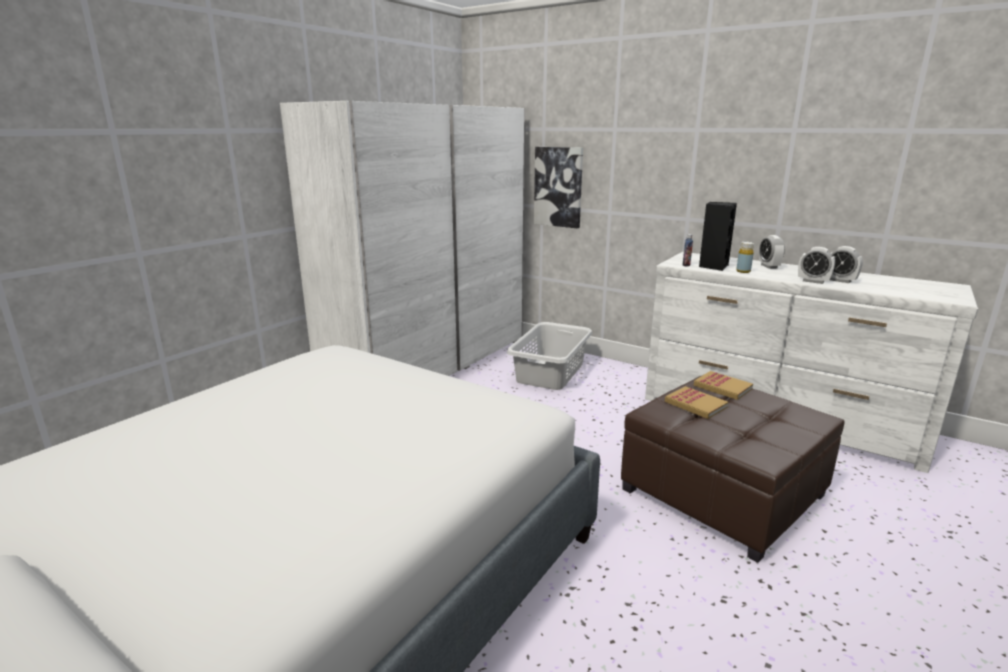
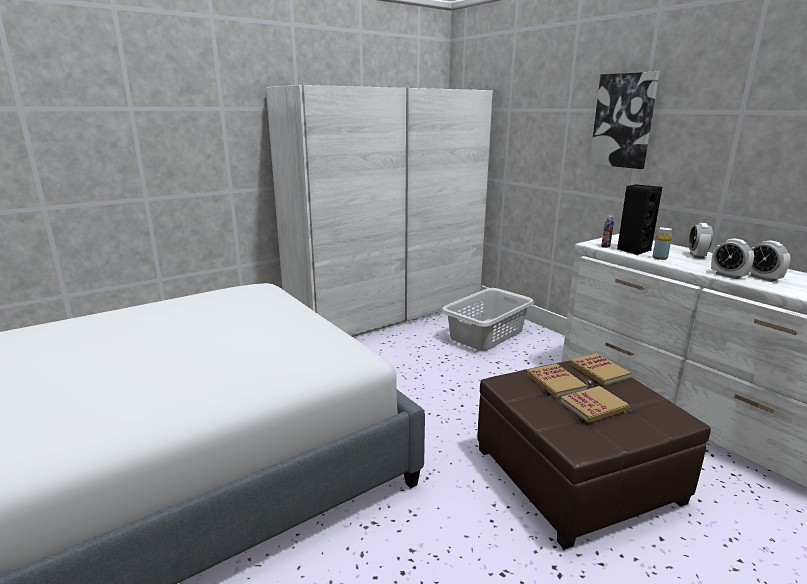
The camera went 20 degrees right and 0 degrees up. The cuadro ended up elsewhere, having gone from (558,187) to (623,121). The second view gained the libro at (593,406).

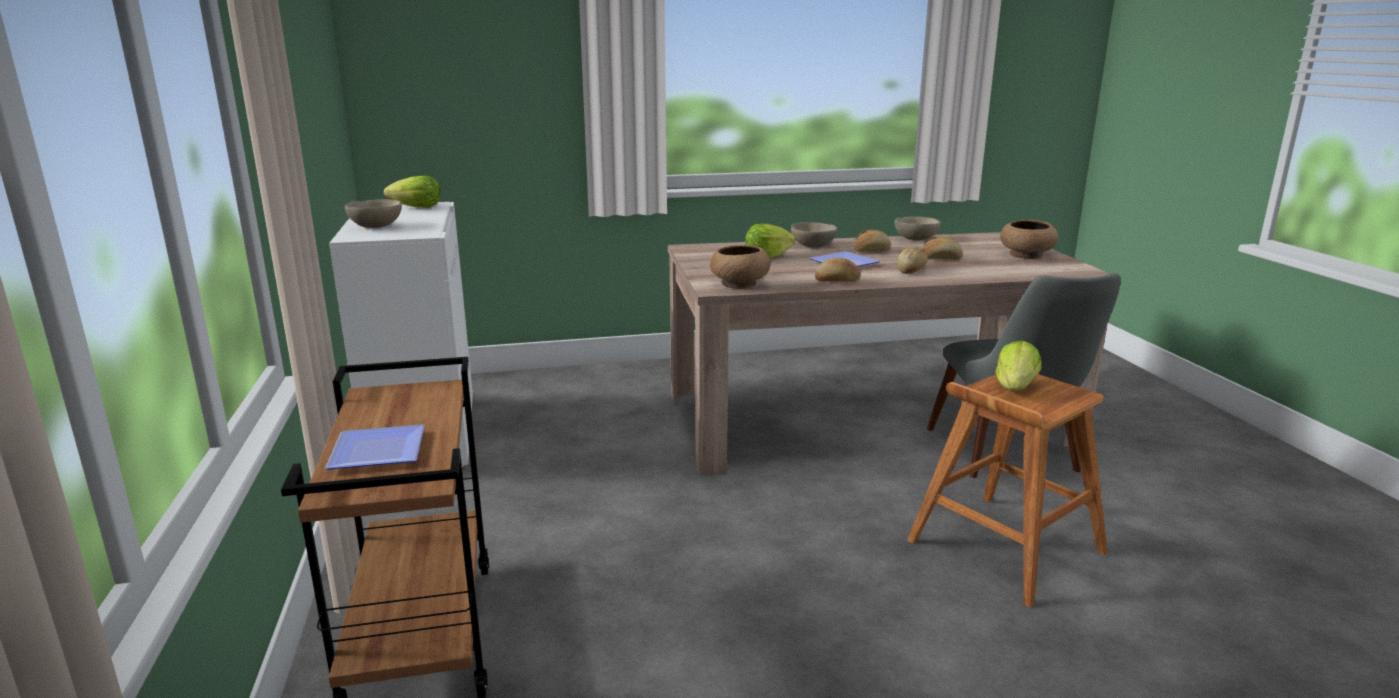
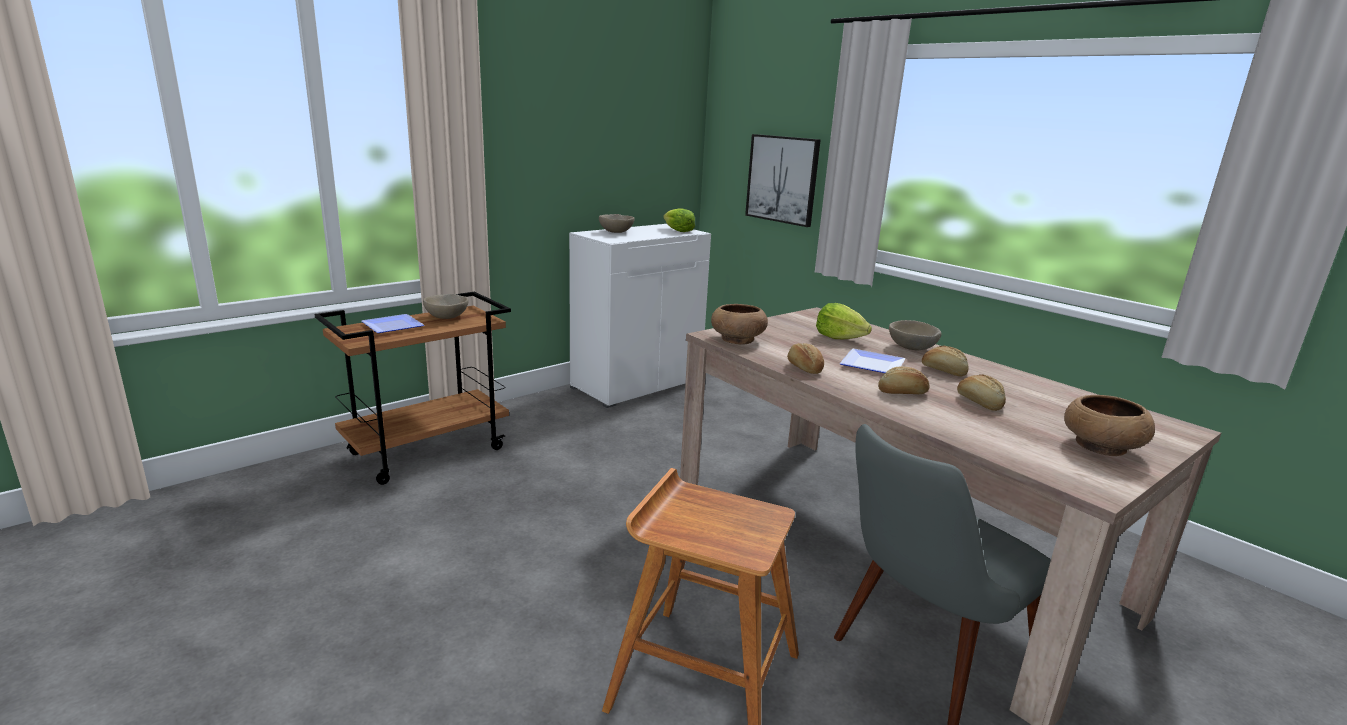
The camera went 60 degrees right and 0 degrees up. The cuenco/beis ended up elsewhere, having gone from (916,239) to (447,317). The second view lost the lechuga at (1015,388). The second view gained the cuadro at (782,179).

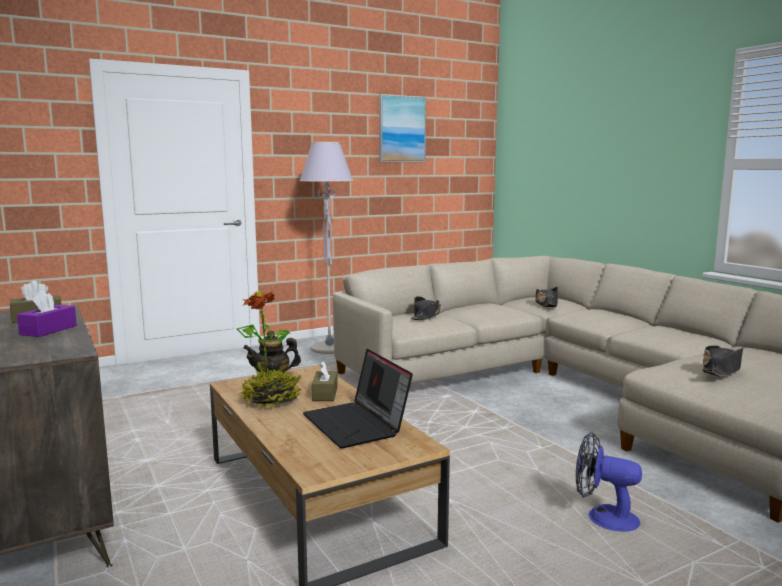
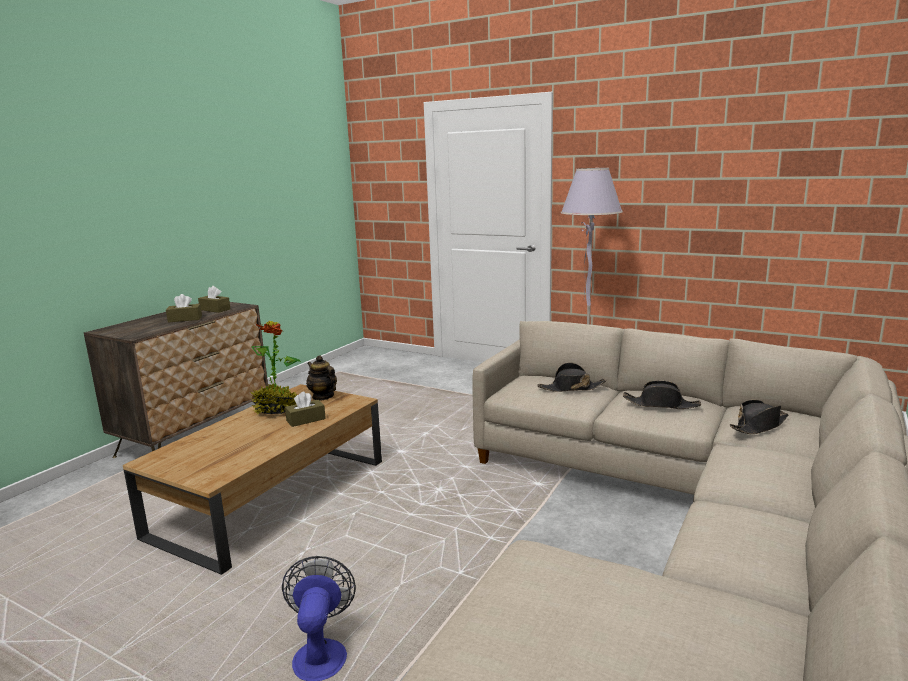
The camera went 60 degrees right and 5 degrees up. The second view lost the cuadro at (401,129). What was the caja de pañuelos/morado at (48,330) turned into the caja de pañuelos/marrón at (185,319). The sombrero/negro ended up elsewhere, having gone from (721,370) to (661,404). The second view lost the portátil at (357,425).

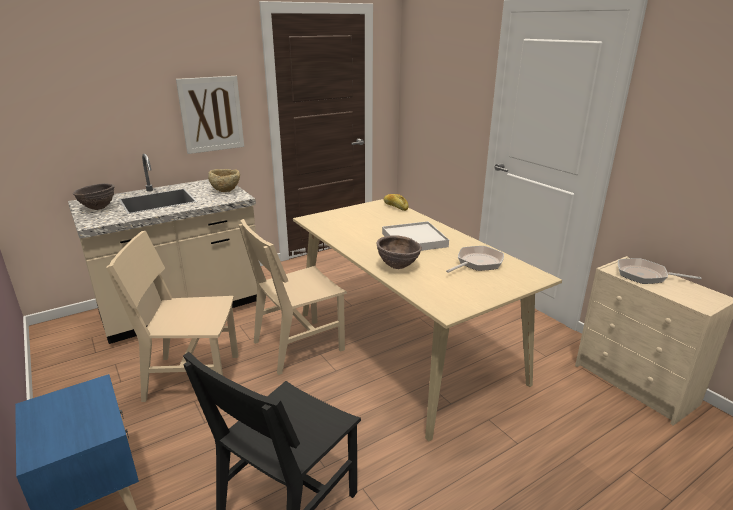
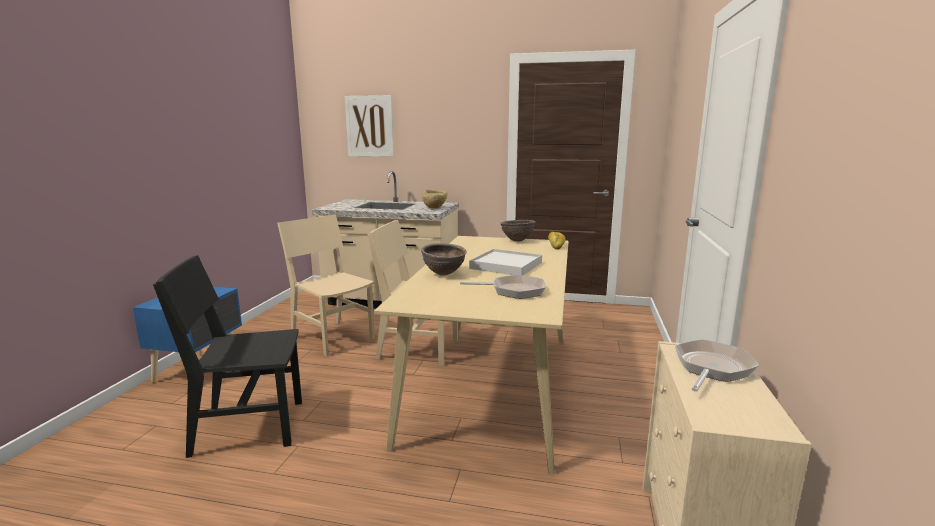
The camera went 45 degrees right and 10 degrees down. The cuadro ended up elsewhere, having gone from (211,114) to (369,126). The cuenco/marrón ended up elsewhere, having gone from (98,208) to (517,241). The sartén at (645,275) ended up facing another way, 60 degrees clockwise from before.

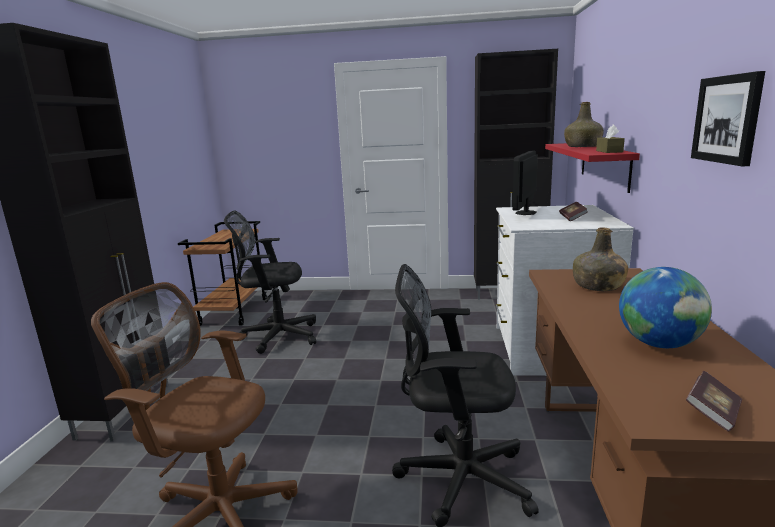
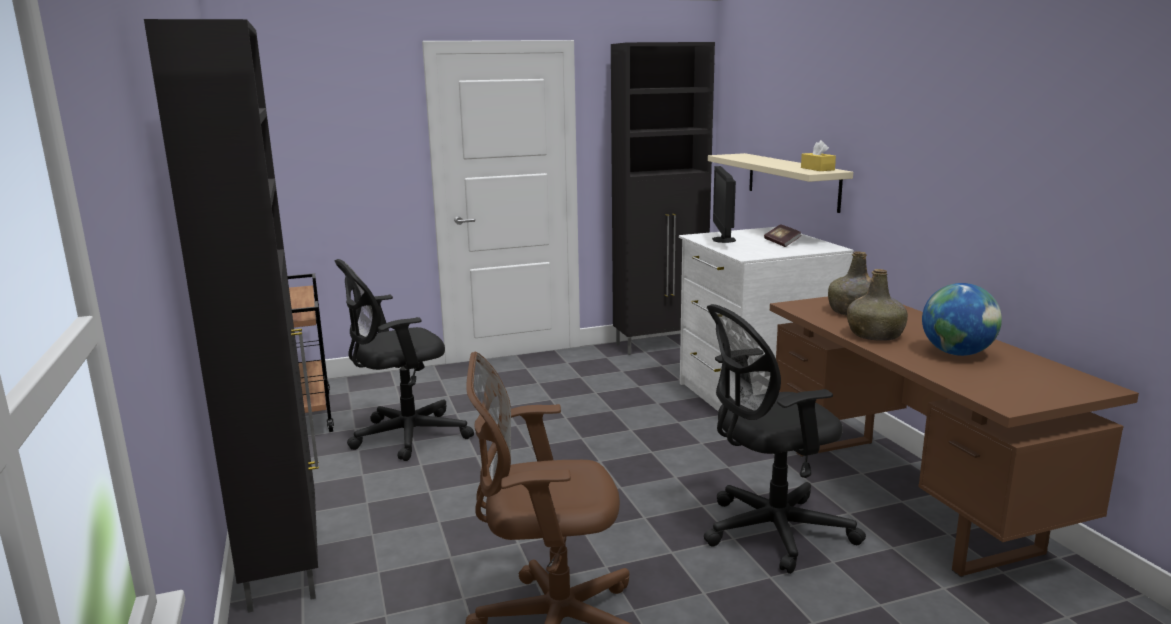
The camera went 25 degrees left and 0 degrees up. The second view lost the cuadro at (727,119). The botella/verde ended up elsewhere, having gone from (583,147) to (875,335). What was the caja de pañuelos/marrón at (609,151) turned into the caja de pañuelos/amarillo at (817,169). What was the estante/rojo at (604,164) turned into the estante/beis at (792,181). The second view lost the libro at (712,413).

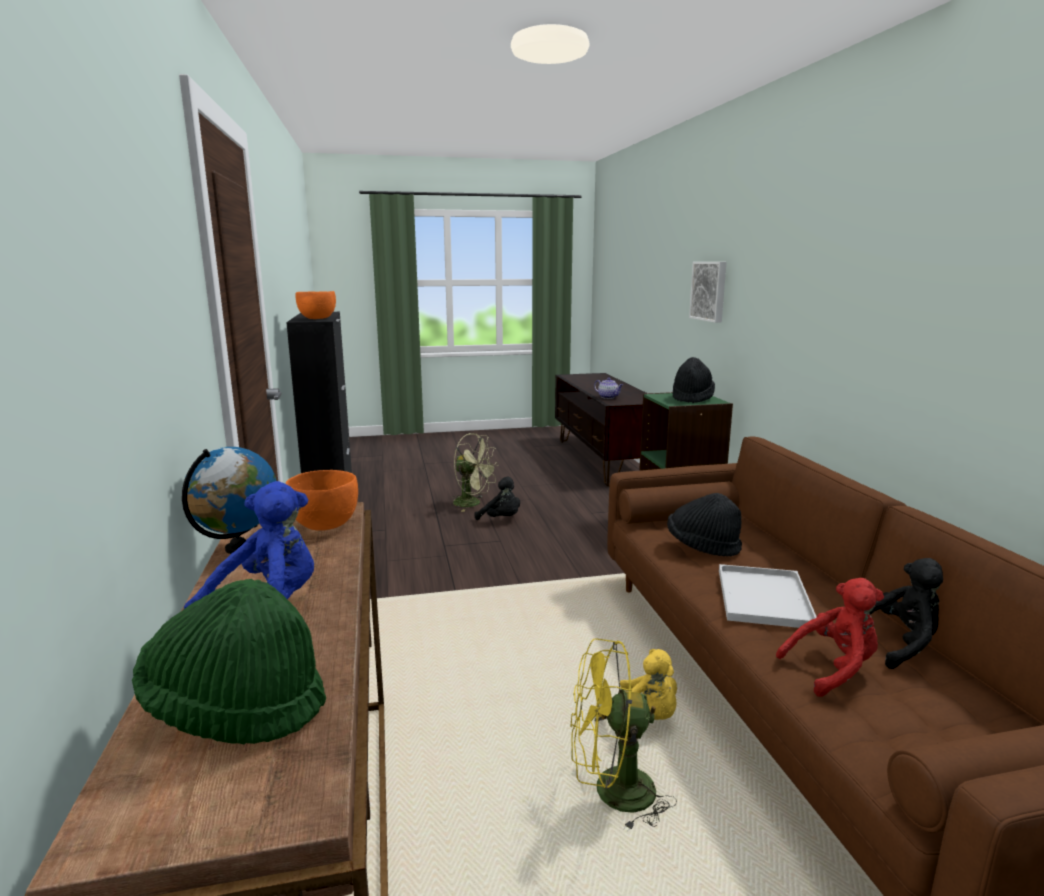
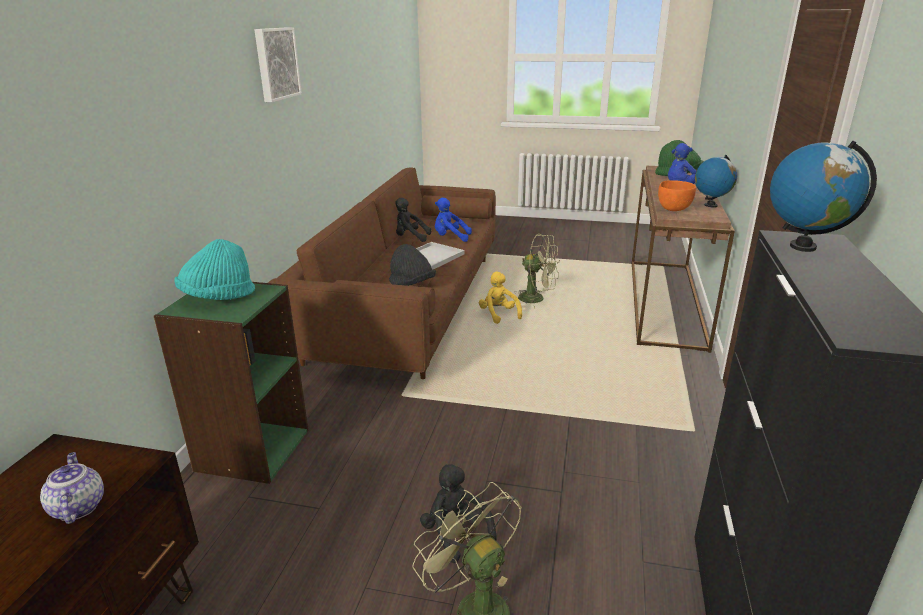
The camera went 155 degrees left and 10 degrees up. The cuadro ended up elsewhere, having gone from (710,291) to (276,63). Where the cuenco/naranja stood at (317,319), the globo terráqueo came to stand at (803,246). What was the sombrero/negro at (692,398) turned into the sombrero/turquesa at (218,297). What was the peluche/rojo at (833,670) turned into the peluche/azul at (450,238). What was the ventilador/amarillo at (611,792) turned into the ventilador/verde at (537,299).

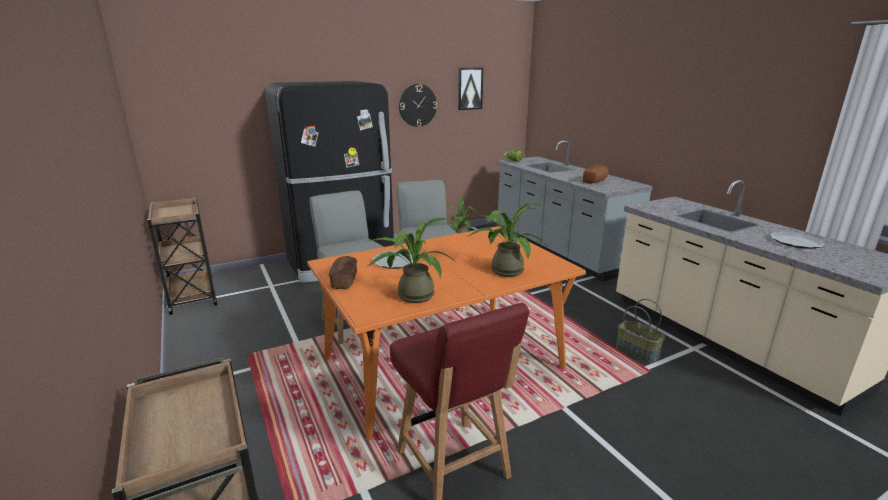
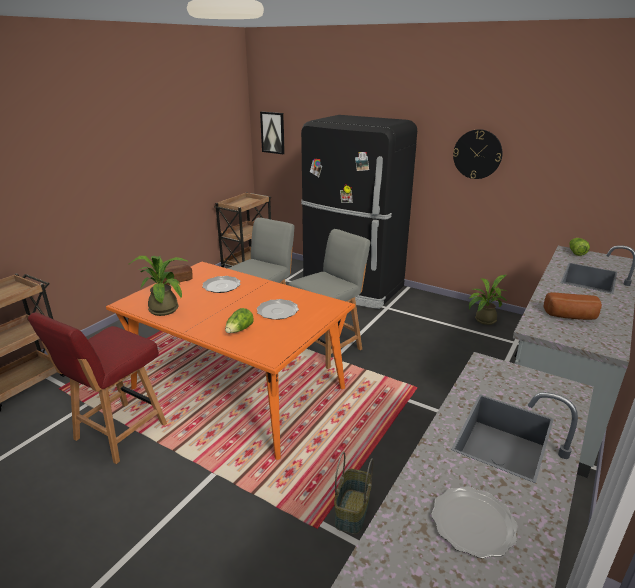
The camera went 60 degrees right and 5 degrees up. The cuadro ended up elsewhere, having gone from (470,88) to (273,132). Where the planta en maceta stood at (504,269), the lechuga came to stand at (239,330). The second view gained the plato at (277,311).

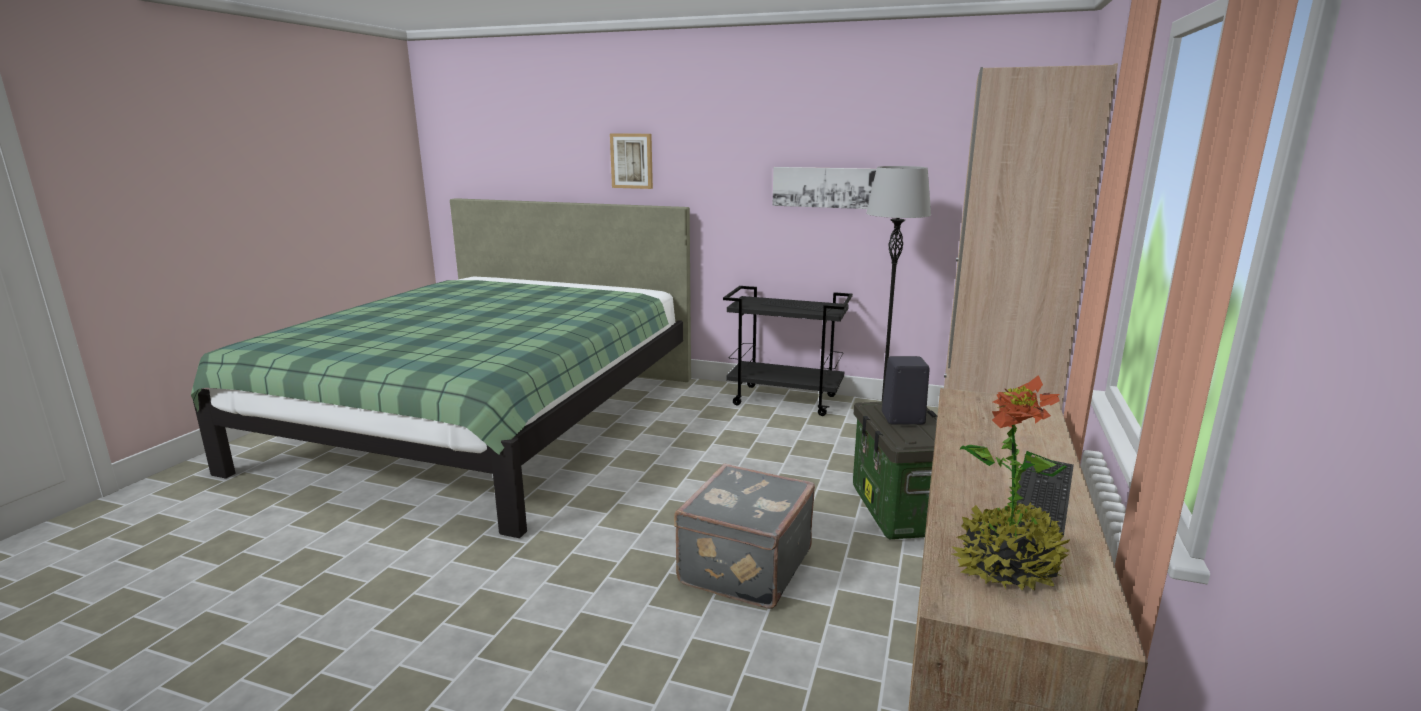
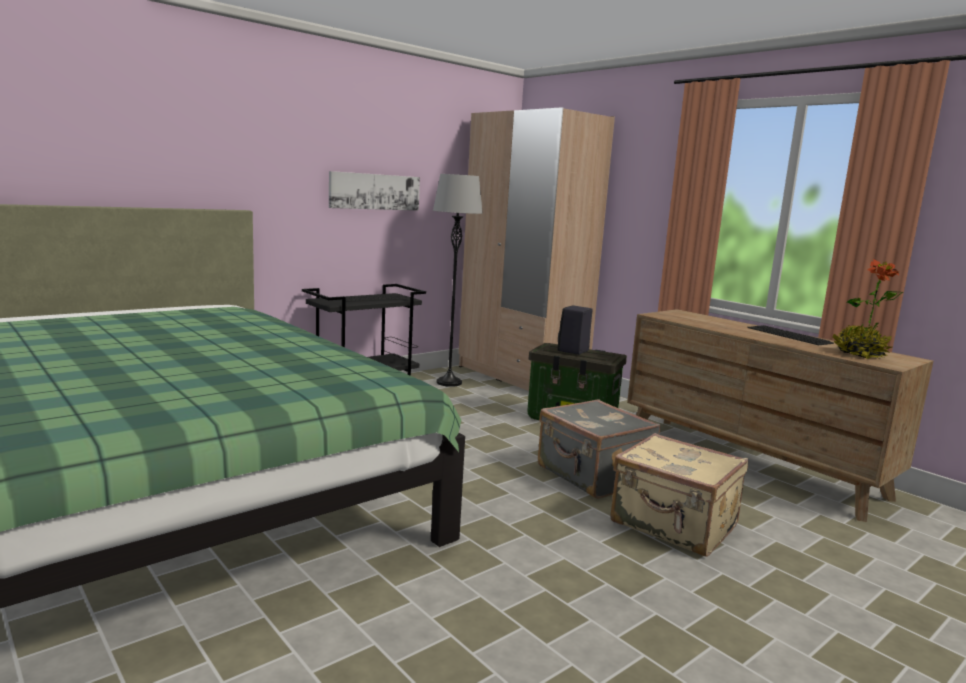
The camera went 60 degrees left and 5 degrees down. The second view lost the cuadro at (632,161). The second view gained the maleta/beis at (673,525).

